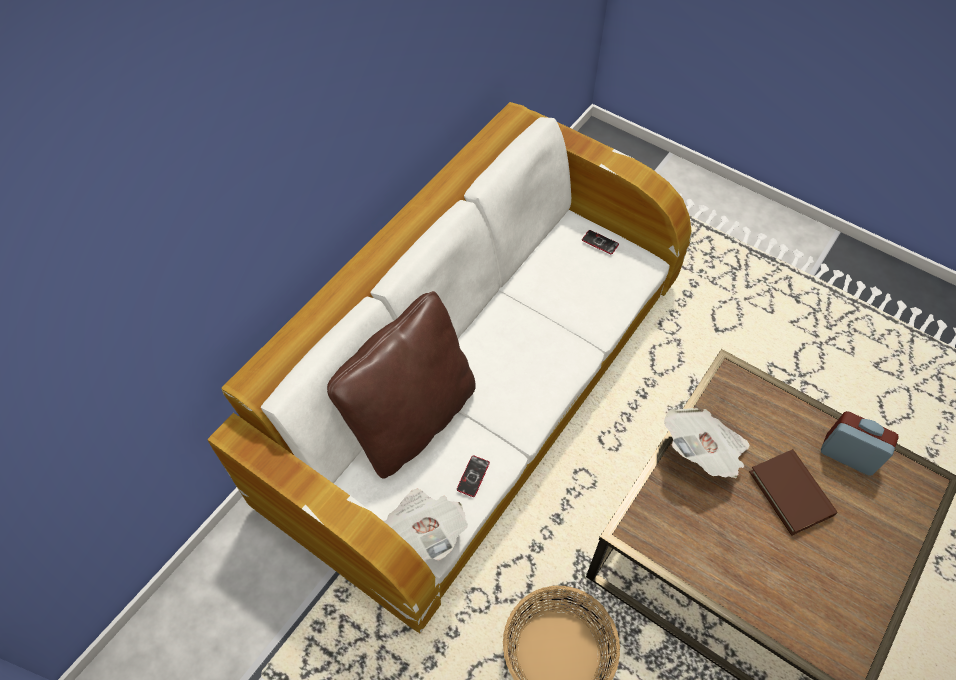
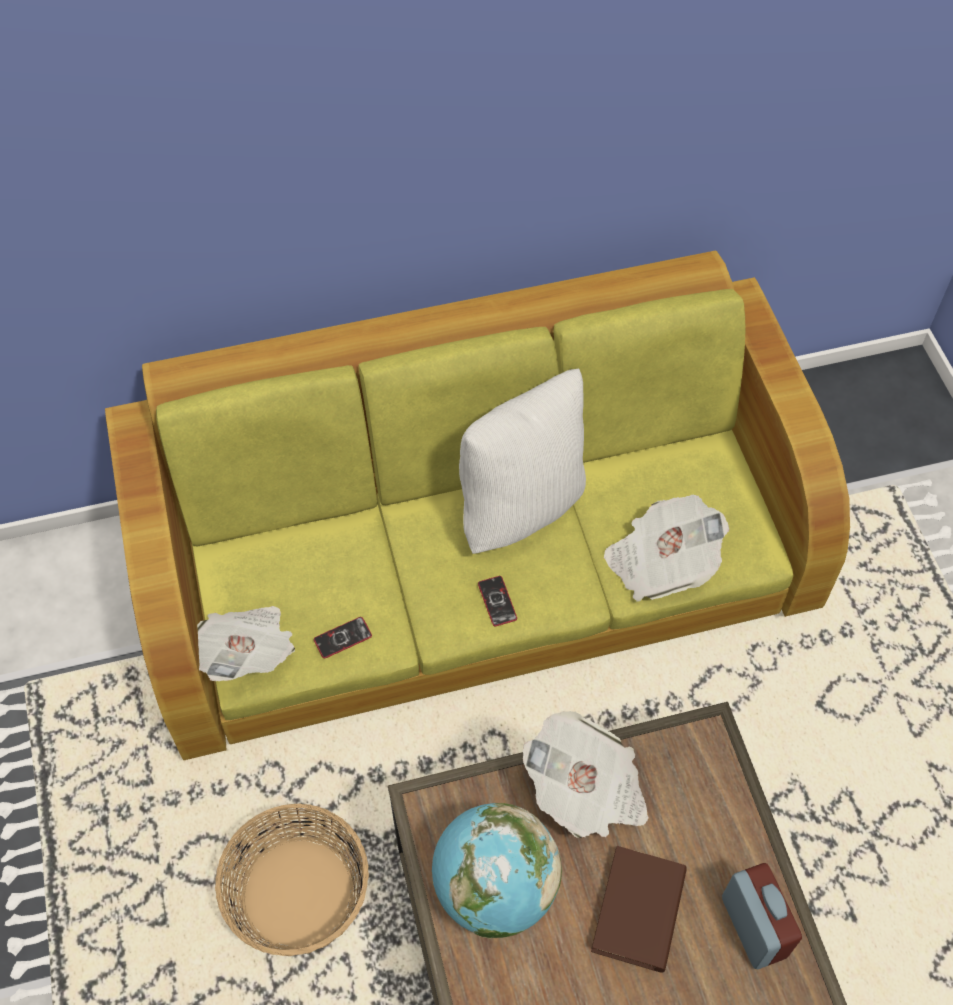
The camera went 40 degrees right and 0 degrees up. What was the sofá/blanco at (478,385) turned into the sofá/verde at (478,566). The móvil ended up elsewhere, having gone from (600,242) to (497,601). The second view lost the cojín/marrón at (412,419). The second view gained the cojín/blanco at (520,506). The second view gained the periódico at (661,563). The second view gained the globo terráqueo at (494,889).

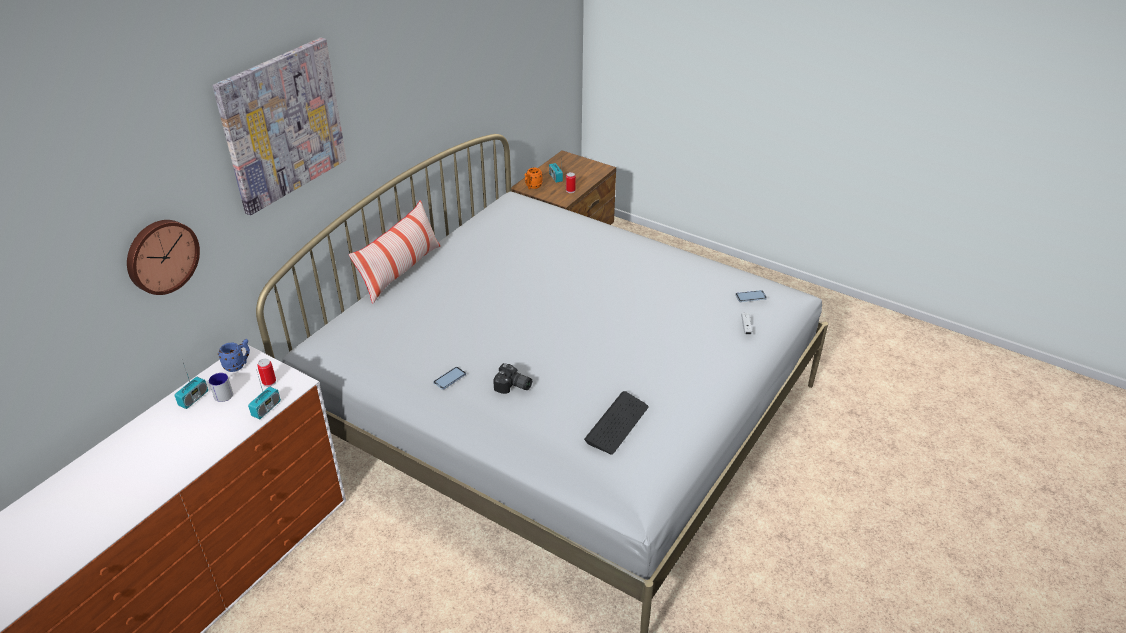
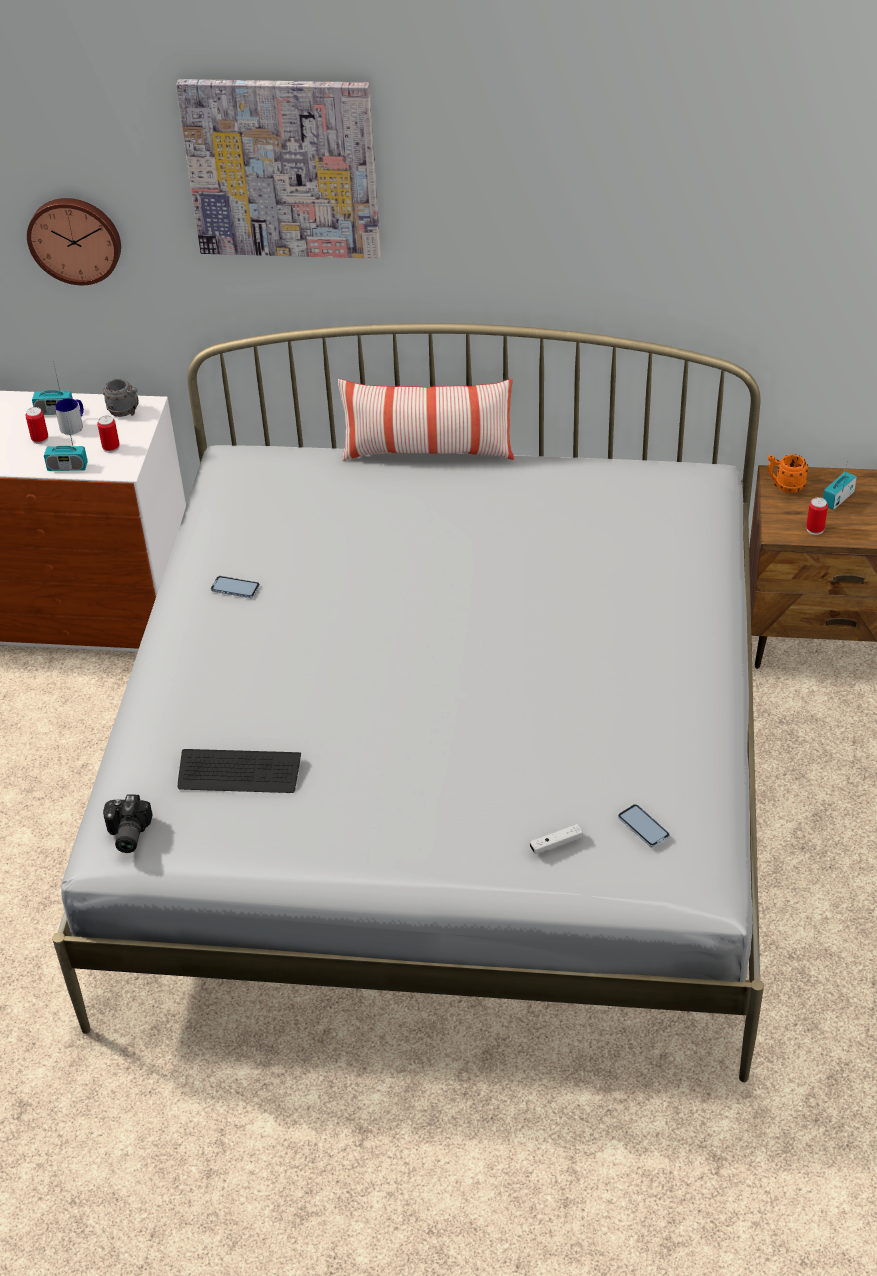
The camera went 65 degrees right and 5 degrees up. What was the taza grande/azul at (238,365) turned into the taza grande/gris at (126,412). The cámara ended up elsewhere, having gone from (513,387) to (126,834). The second view gained the lata at (40,439).

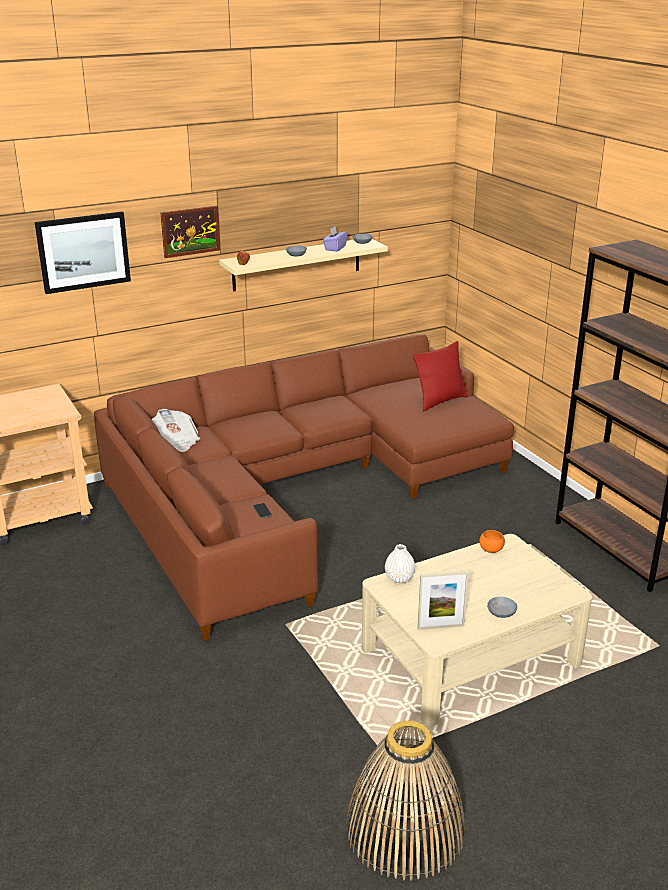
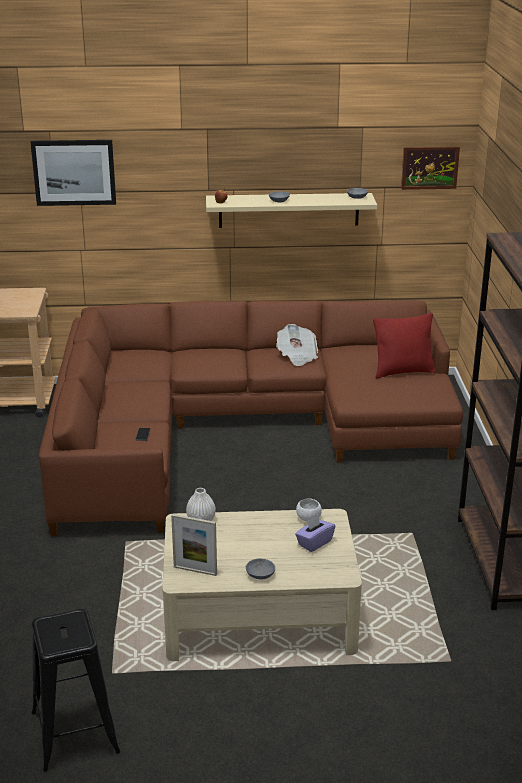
The camera went 25 degrees right and 0 degrees up. The cuadro ended up elsewhere, having gone from (190,231) to (430,167). The caja de pañuelos/morado ended up elsewhere, having gone from (335,248) to (314,543). The periódico ended up elsewhere, having gone from (176,441) to (297,356). What was the cuenco/naranja at (491,550) turned into the cuenco/blanco at (308,518). Where the cesta stood at (404,829), the taburete/negro came to stand at (75,732).

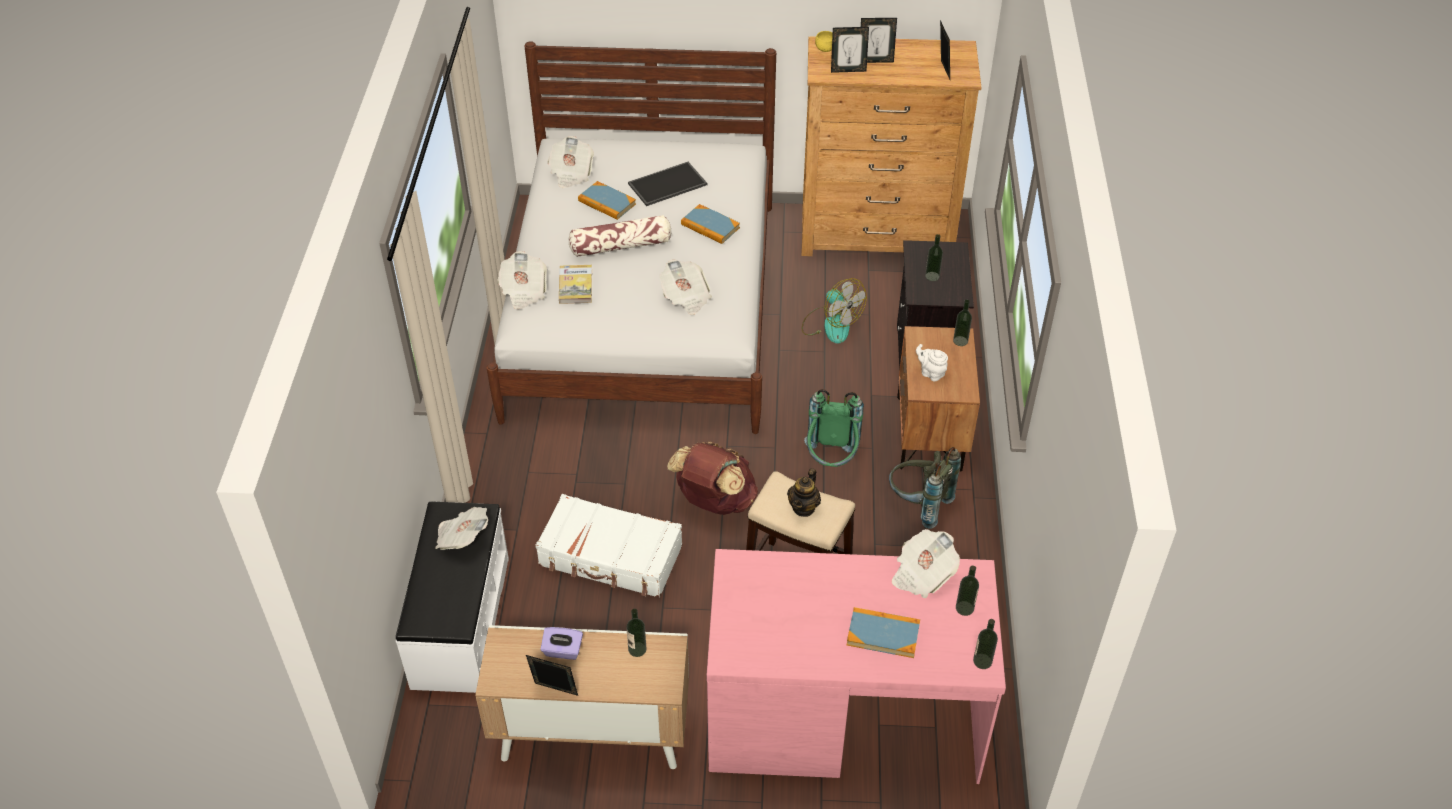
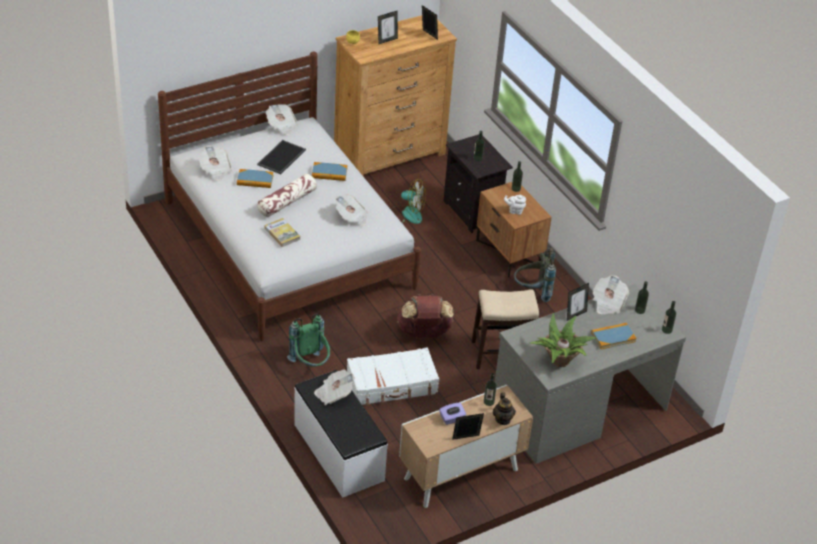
The camera went 35 degrees left and 5 degrees down. The portarretratos ended up elsewhere, having gone from (848,70) to (575,314). The periódico ended up elsewhere, having gone from (523,291) to (281,126). The mochila/verde ended up elsewhere, having gone from (831,461) to (310,365). The tetera ended up elsewhere, having gone from (804,507) to (503,419). What was the escritorio/rosa at (842,714) turned into the escritorio/gris at (578,408). The second view gained the planta en maceta at (560,361).

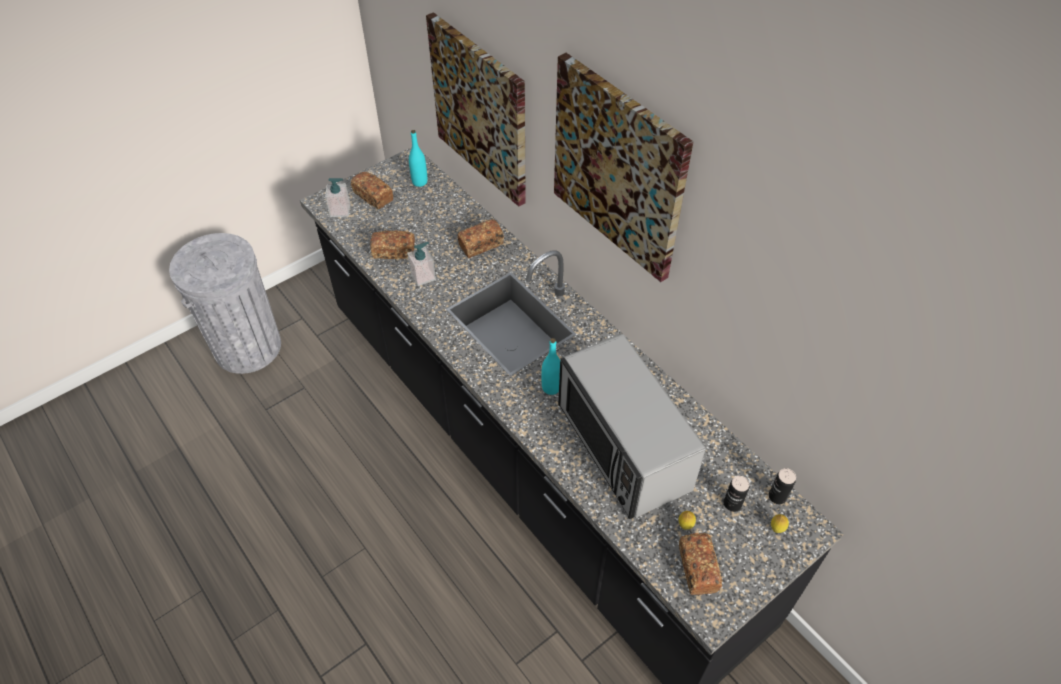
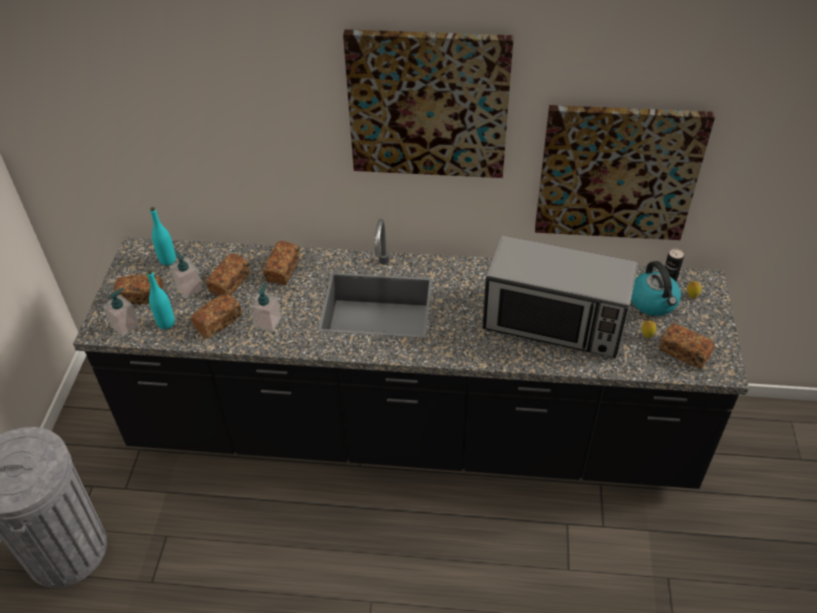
The camera went 45 degrees left and 5 degrees down. The cuadro ended up elsewhere, having gone from (481,109) to (617,172). The botella/turquesa ended up elsewhere, having gone from (551,387) to (166,323). Where the lata stood at (732,504), the hervidor came to stand at (653,302). The second view gained the dispensador de jabón at (189,288). The second view gained the pan at (230,283).

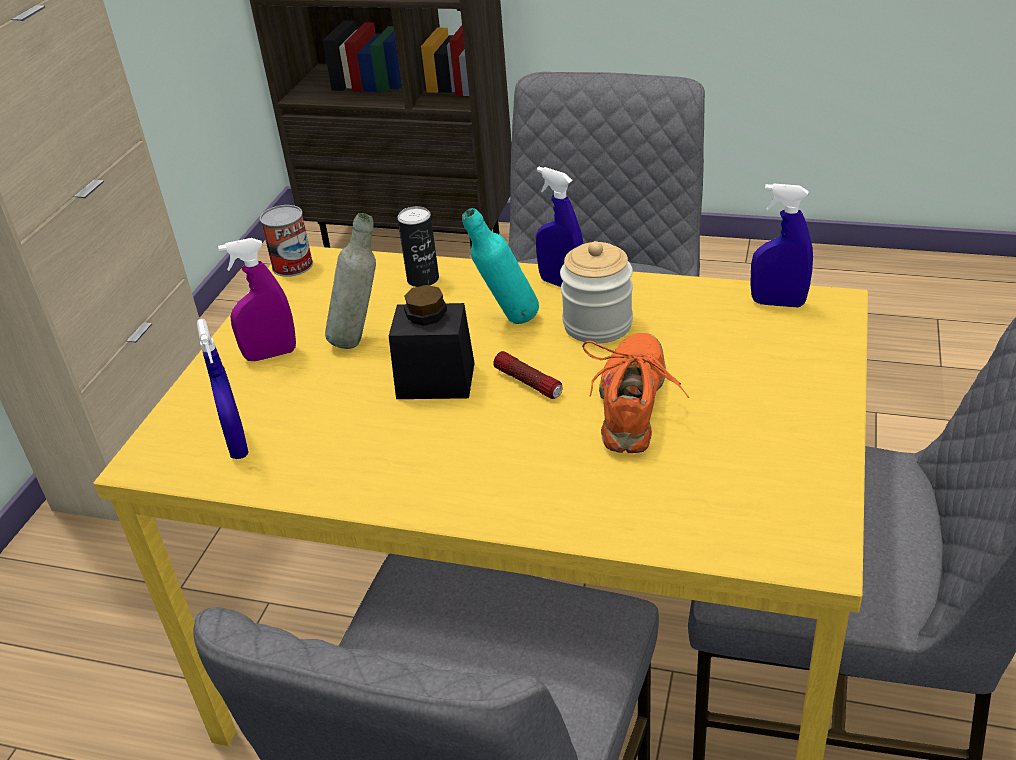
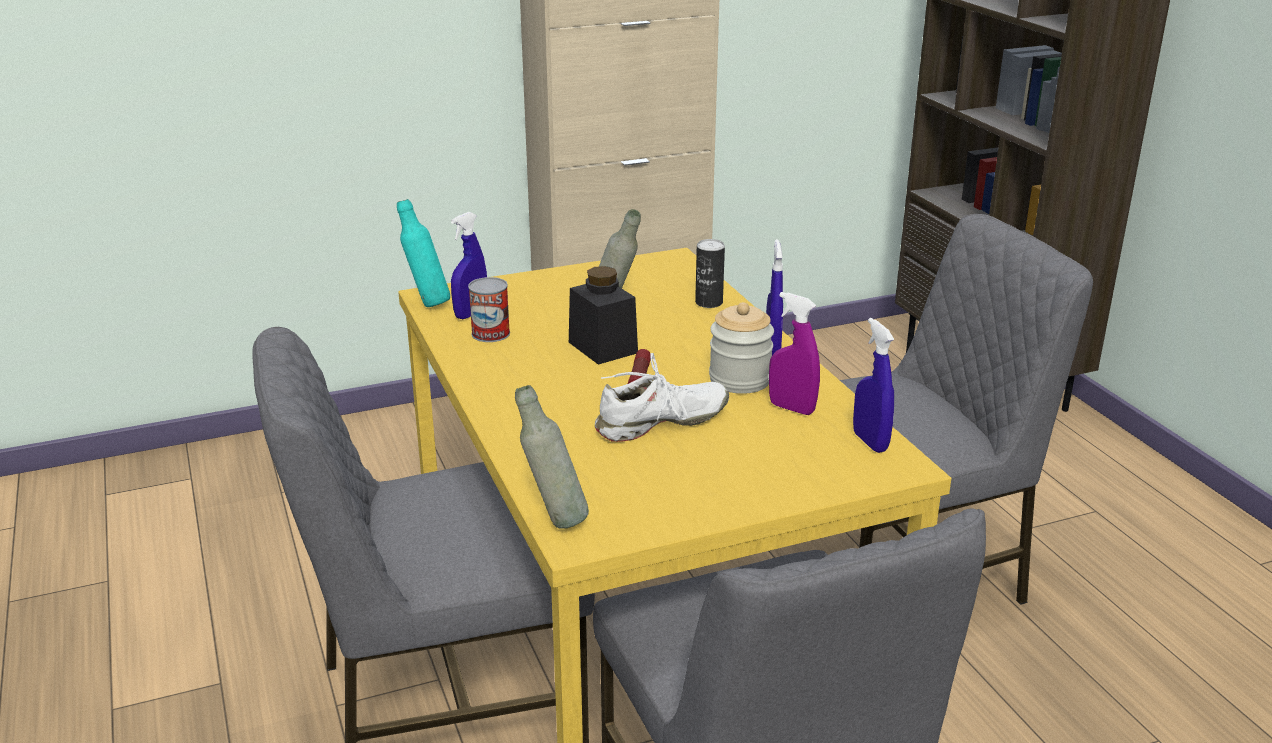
The camera went 50 degrees right and 10 degrees down. The lata ended up elsewhere, having gone from (292,265) to (490,333). The botella/turquesa ended up elsewhere, having gone from (507,322) to (427,303). The pulverizador/morado ended up elsewhere, having gone from (271,354) to (791,408). What was the zapato/naranja at (634,405) turned into the zapato/blanco at (662,423). The second view gained the botella/gris at (554,520).

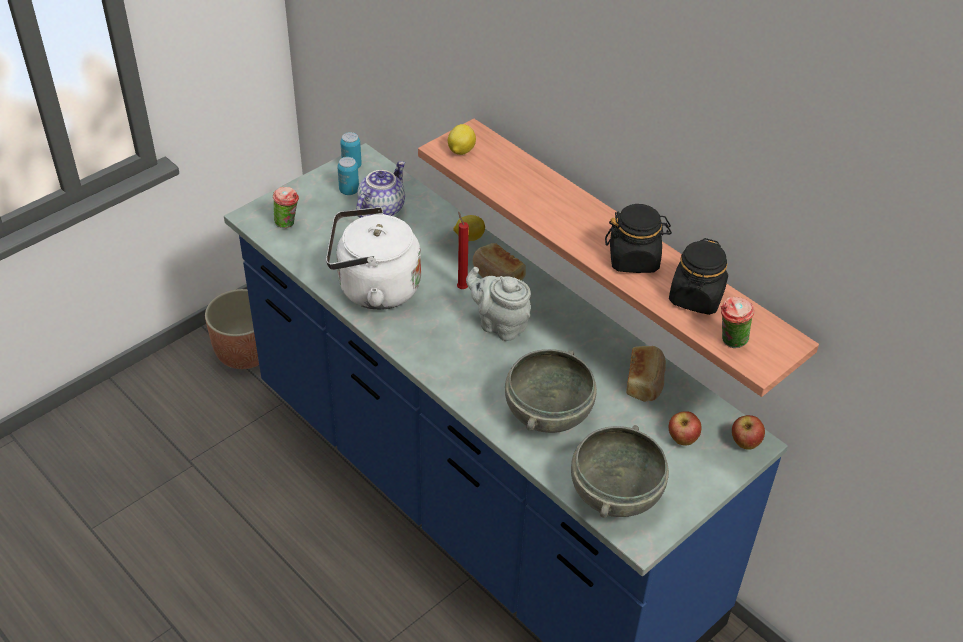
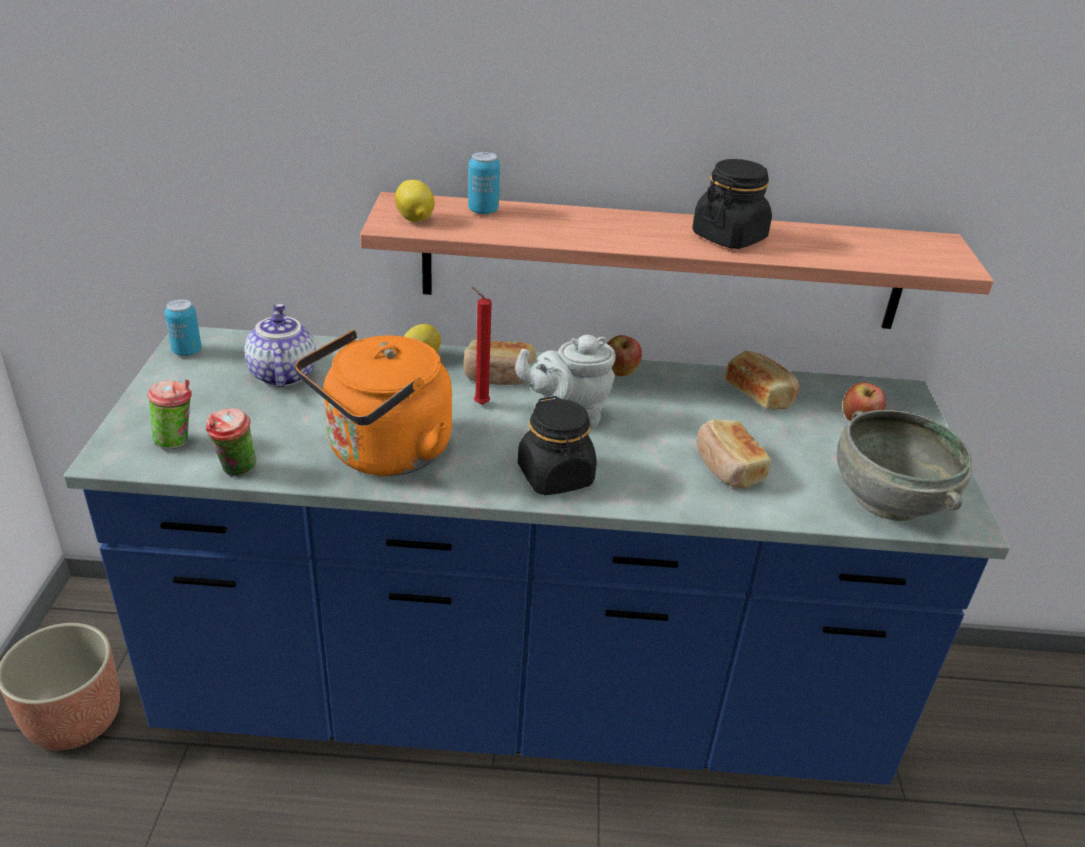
The camera went 45 degrees left and 10 degrees down. The lata ended up elsewhere, having gone from (349,191) to (483,211). What was the hervidor/blanco at (373,289) turned into the hervidor/naranja at (383,453). The tarro/negro ended up elsewhere, having gone from (696,297) to (555,476). The taza ended up elsewhere, having gone from (730,342) to (236,472). Where the cuenco/gris stood at (547,413), the pan came to stand at (727,467). The manzana ended up elsewhere, having gone from (744,443) to (620,373).

